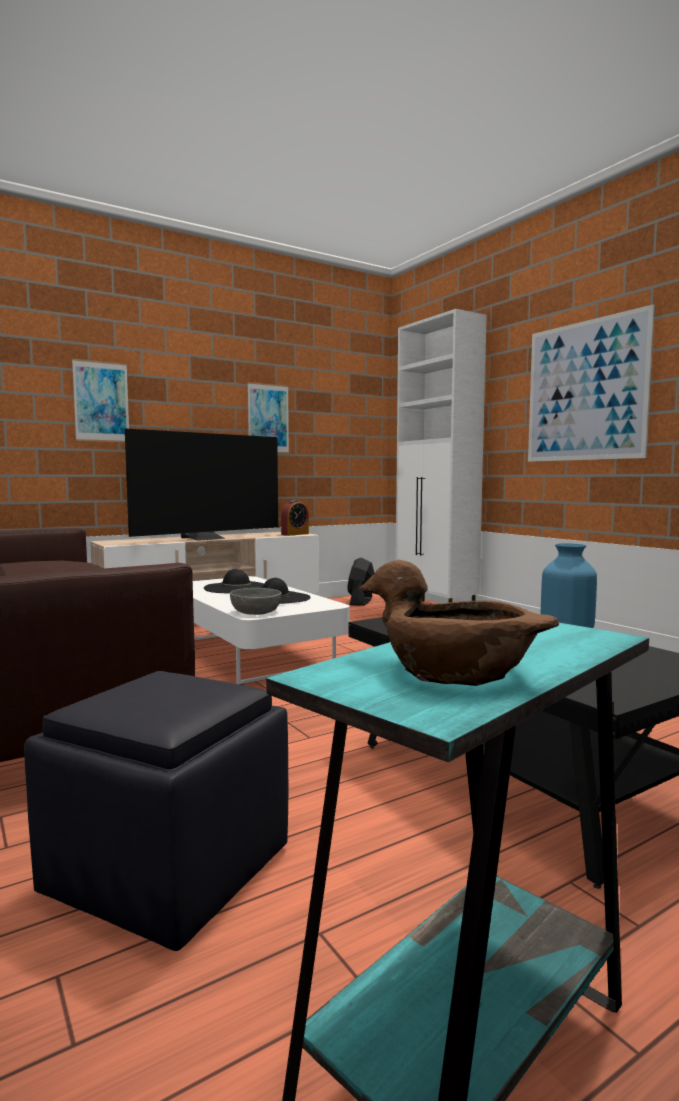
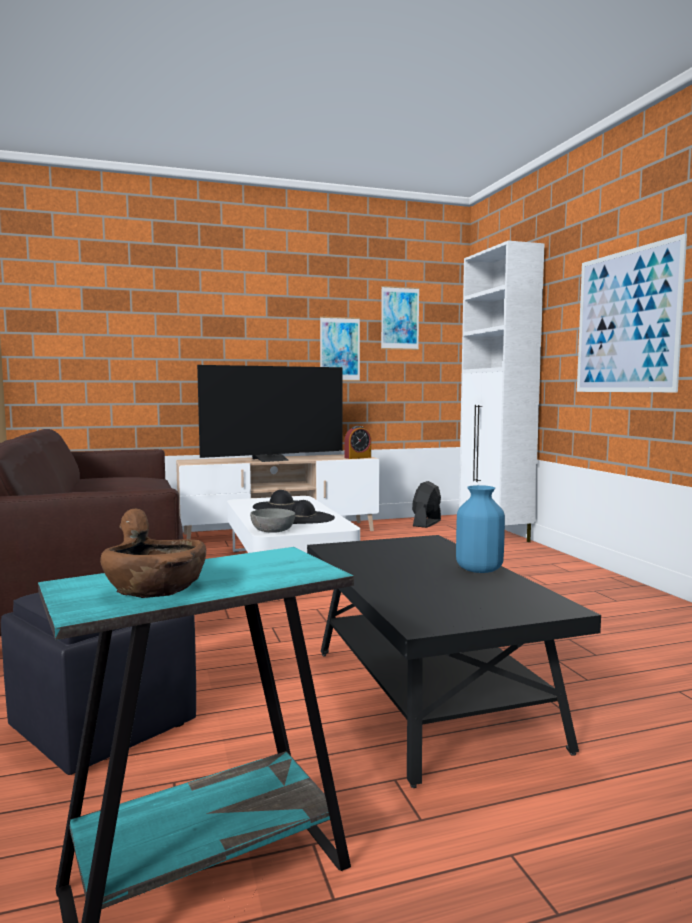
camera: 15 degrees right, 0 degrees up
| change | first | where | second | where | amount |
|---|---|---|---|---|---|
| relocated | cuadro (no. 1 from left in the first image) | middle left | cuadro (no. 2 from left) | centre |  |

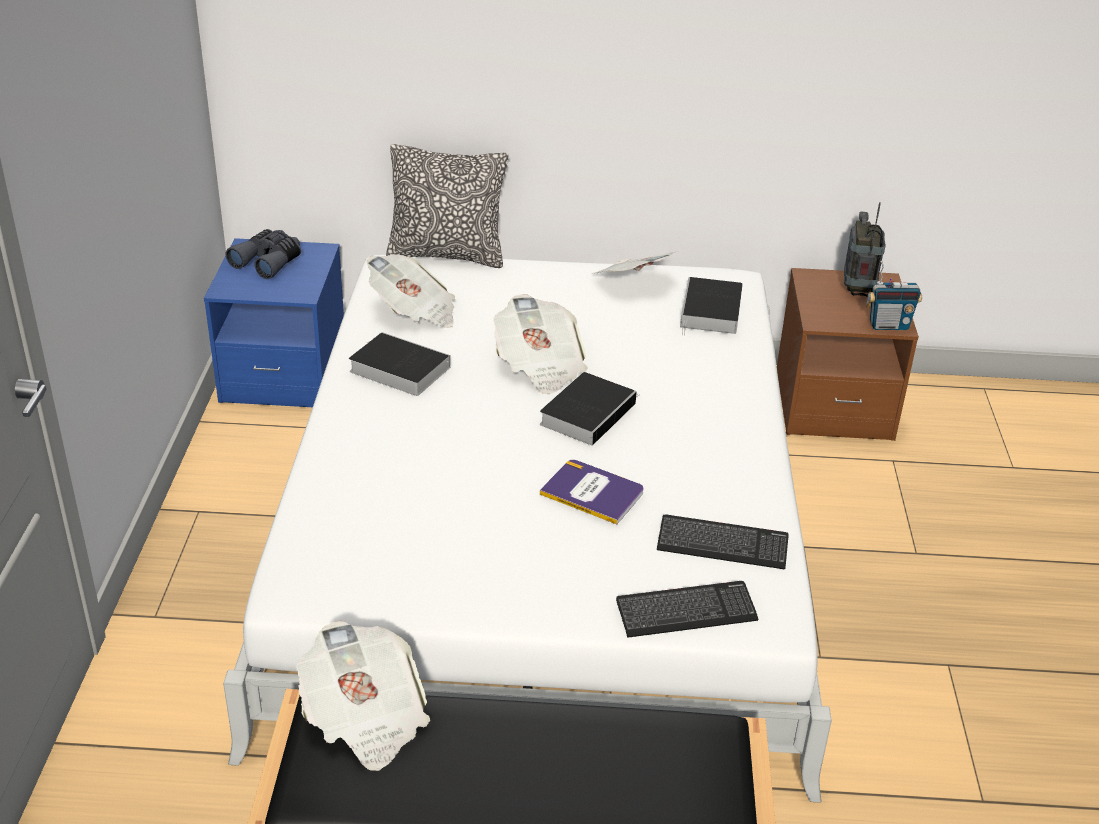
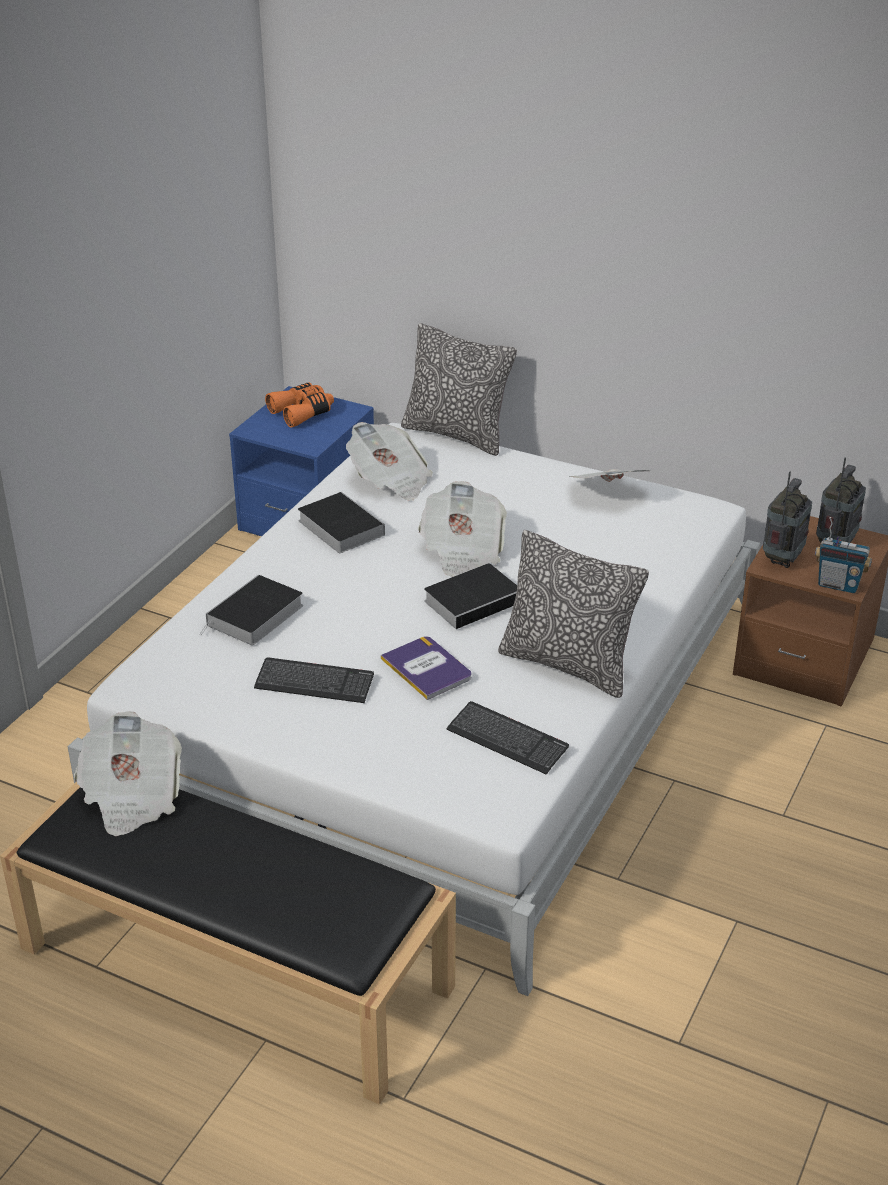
camera: 25 degrees right, 0 degrees up
| change | first | where | second | where | amount |
|---|---|---|---|---|---|
| colour | prismáticos (gris) | top left | prismáticos (naranja) | centre |  |
| relocated | teclado (no. 1 from left) | bottom centre |  | centre |  |
| relocated | libro (no. 4 from left in the first image) | centre | libro (no. 1 from left) | middle left |  |
| appeared |  |  | cojín (no. 2 from left) | centre |  |
| appeared |  |  | radio (no. 1 from left) | middle right |  |

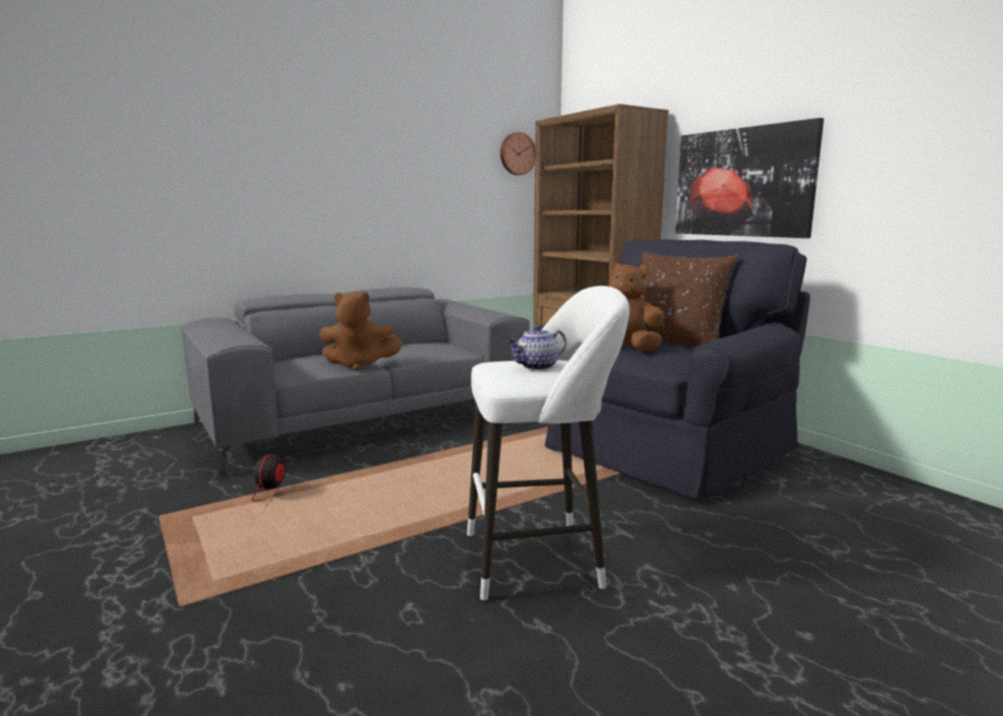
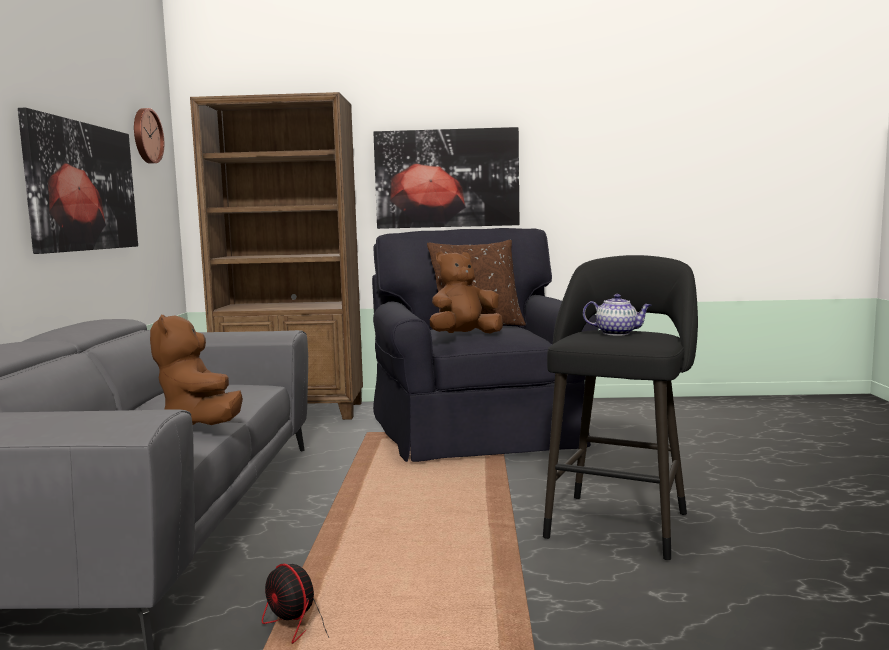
camera: 55 degrees left, 5 degrees down
| change | first | where | second | where | amount |
|---|---|---|---|---|---|
| spun | peluche (marrón) (no. 1 from left) | centre |  | middle left | 120 degrees clockwise |
| colour | taburete (blanco) | centre | taburete (negro) | middle right |  |
| spun | tetera | centre |  | middle right | 75 degrees counterclockwise |
| appeared |  |  | cuadro (no. 1 from left) | top left |  |

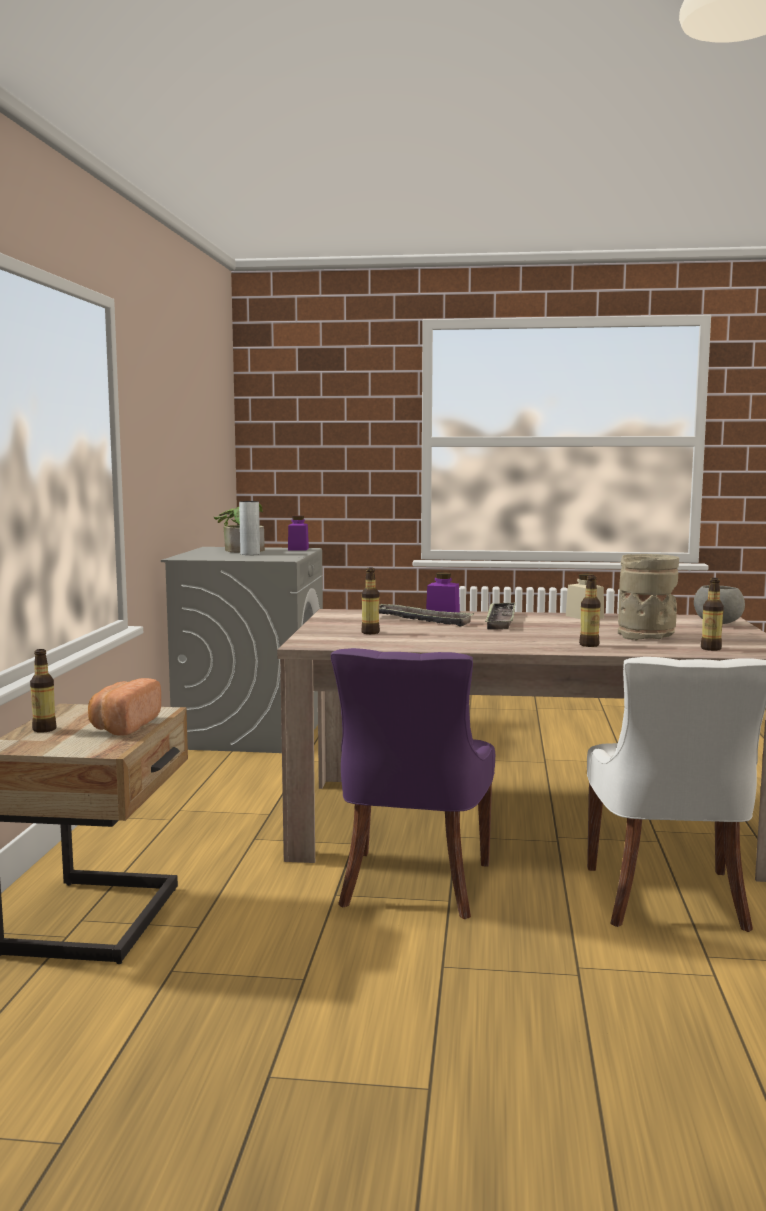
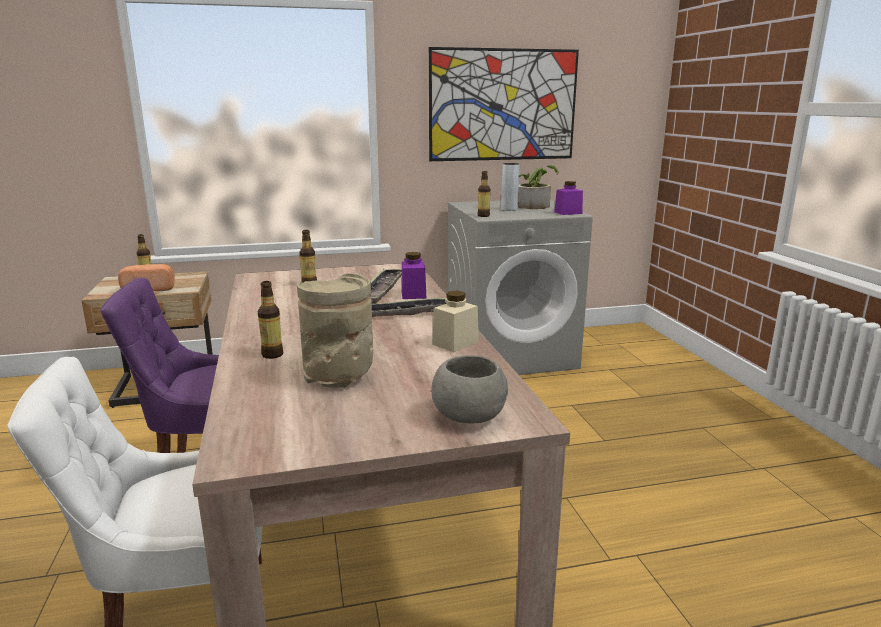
camera: 70 degrees right, 10 degrees up
| change | first | where | second | where | amount |
|---|---|---|---|---|---|
| relocated | botella (no. 4 from left) | middle right |  | top centre |  |
| appeared |  |  | cuadro | top centre |  |

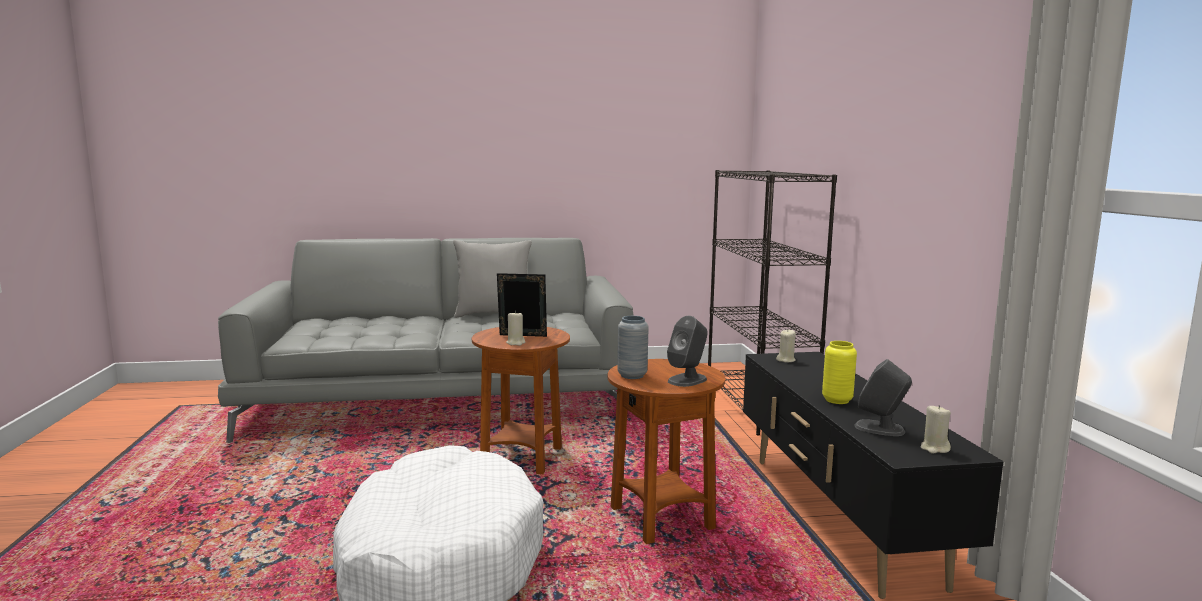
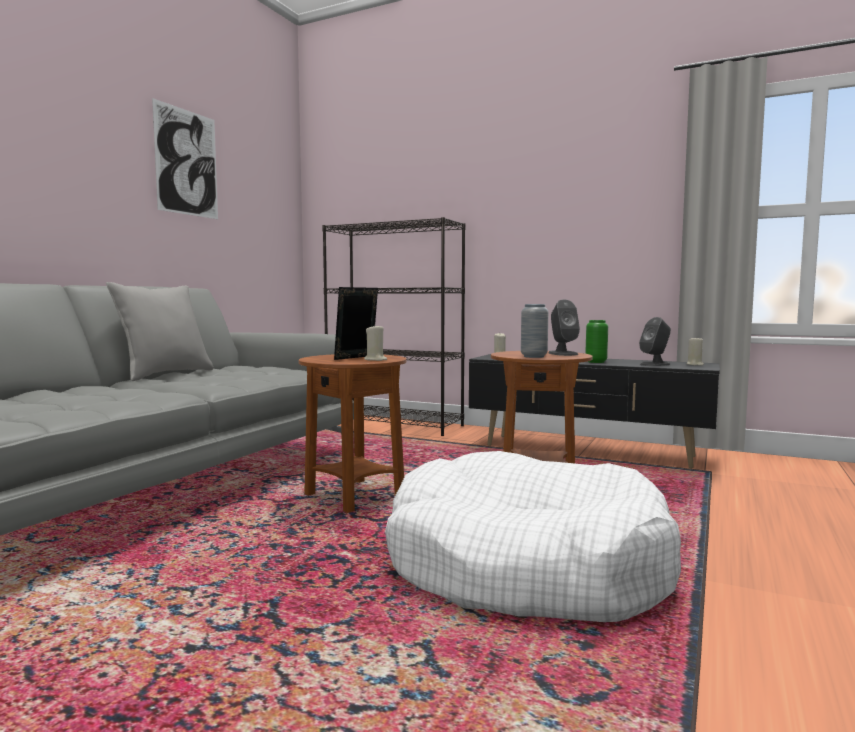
camera: 55 degrees left, 5 degrees down
| change | first | where | second | where | amount |
|---|---|---|---|---|---|
| colour | florero (amarillo) | middle right | florero (verde) | middle right |  |
| appeared |  |  | cuadro | top left |  |

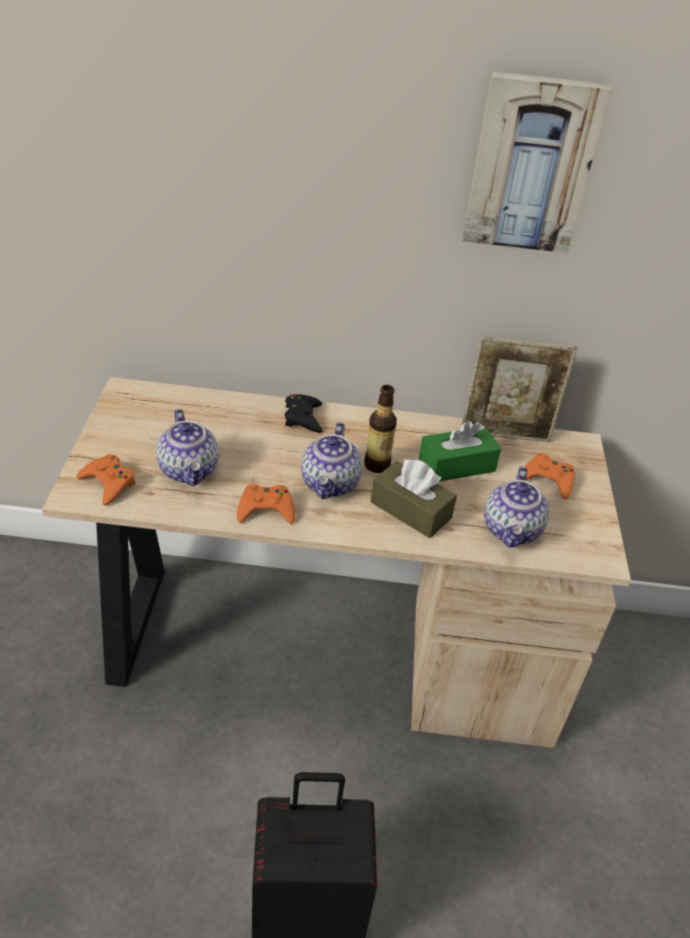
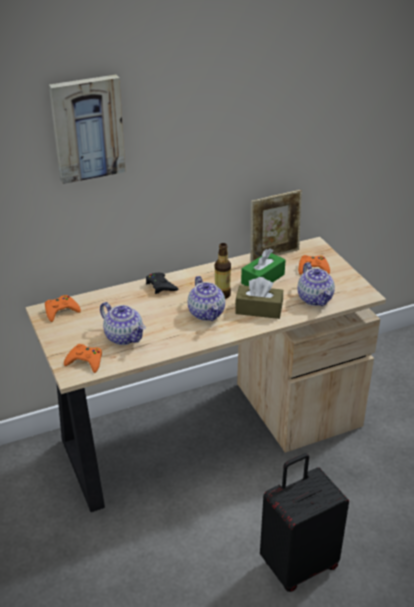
camera: 25 degrees left, 5 degrees down
| change | first | where | second | where | amount |
|---|---|---|---|---|---|
| relocated | mando de consola (naranja) (no. 2 from left in the first image) | centre | mando de consola (naranja) (no. 1 from left) | middle left |  |
| relocated | cuadro | top right |  | top left |  |

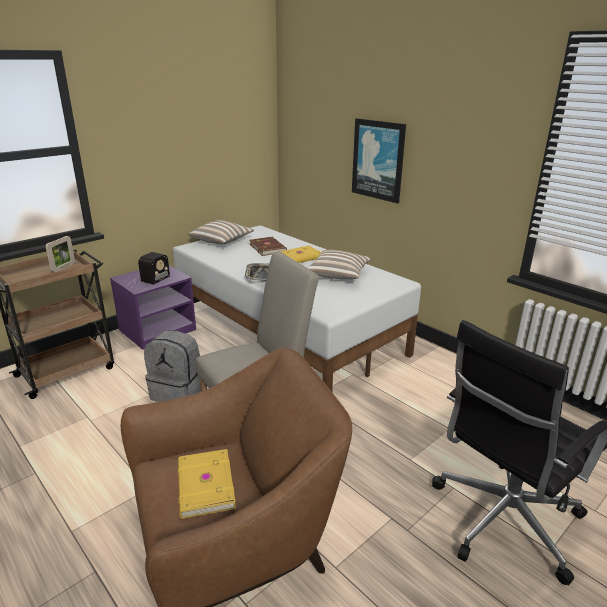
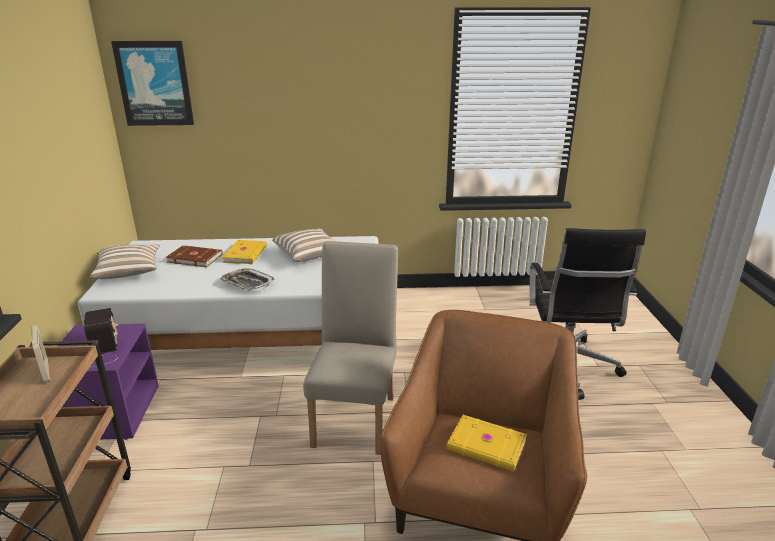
camera: 50 degrees left, 0 degrees up
| change | first | where | second | where | amount |
|---|---|---|---|---|---|
| missing | mochila (gris) | middle left |  |  |  |
| relocated | cuadro | top centre |  | top left |  |

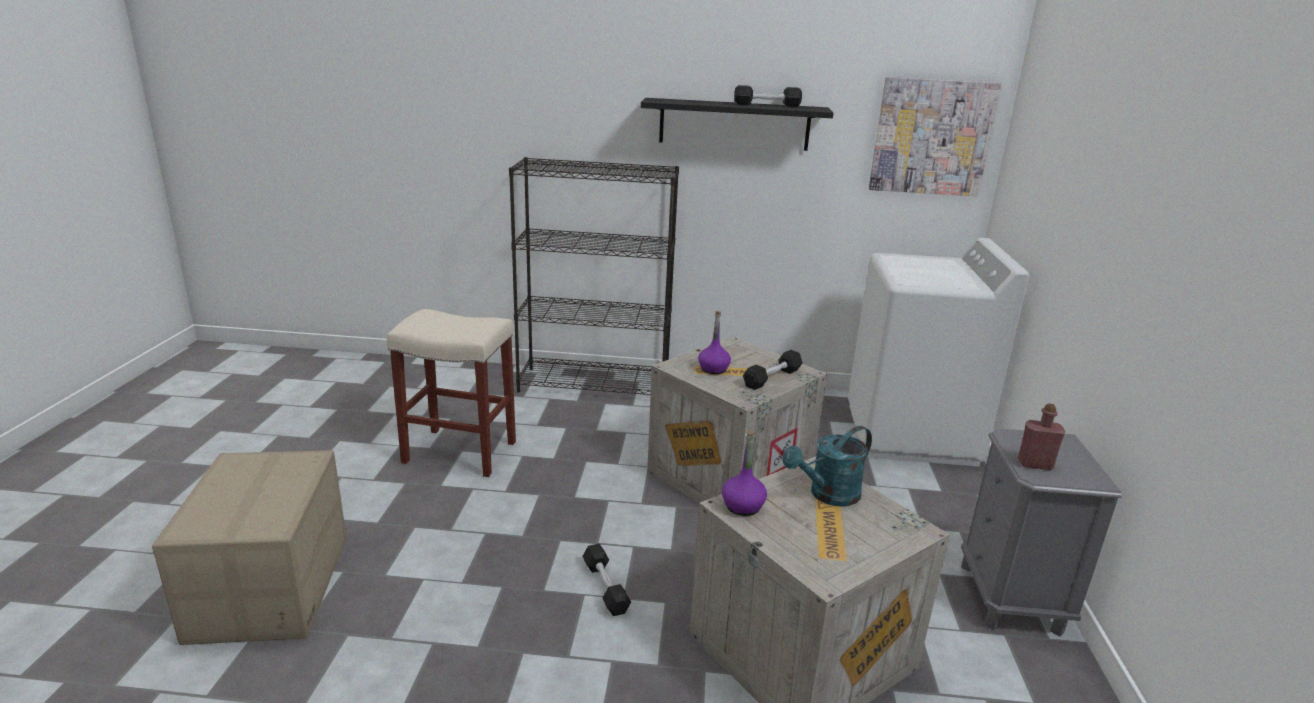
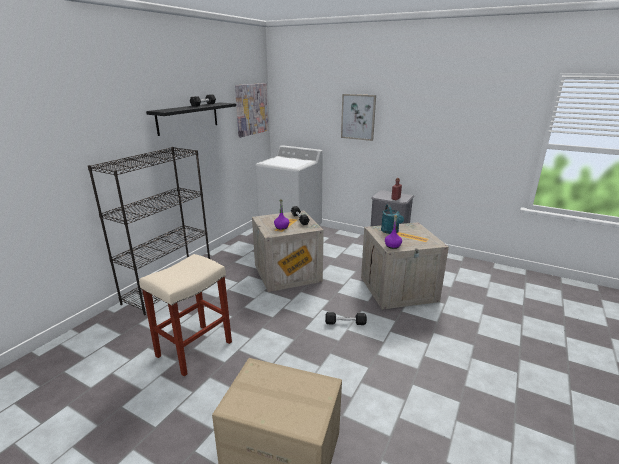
camera: 65 degrees left, 0 degrees up
| change | first | where | second | where | amount |
|---|---|---|---|---|---|
| appeared |  |  | cuadro (no. 2 from left) | top centre |  |

